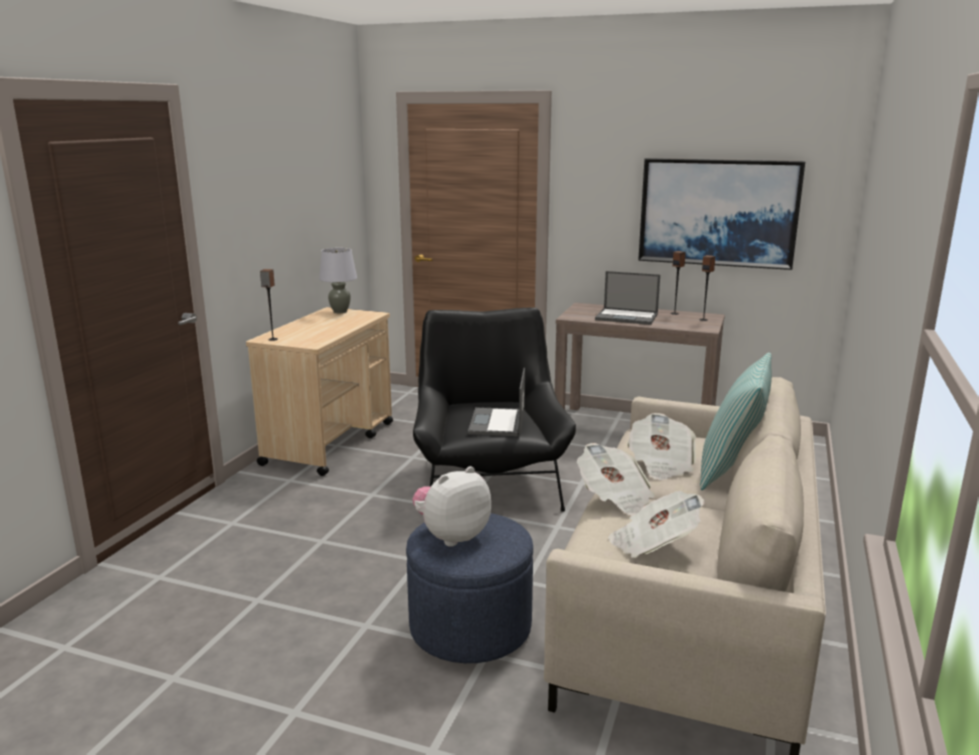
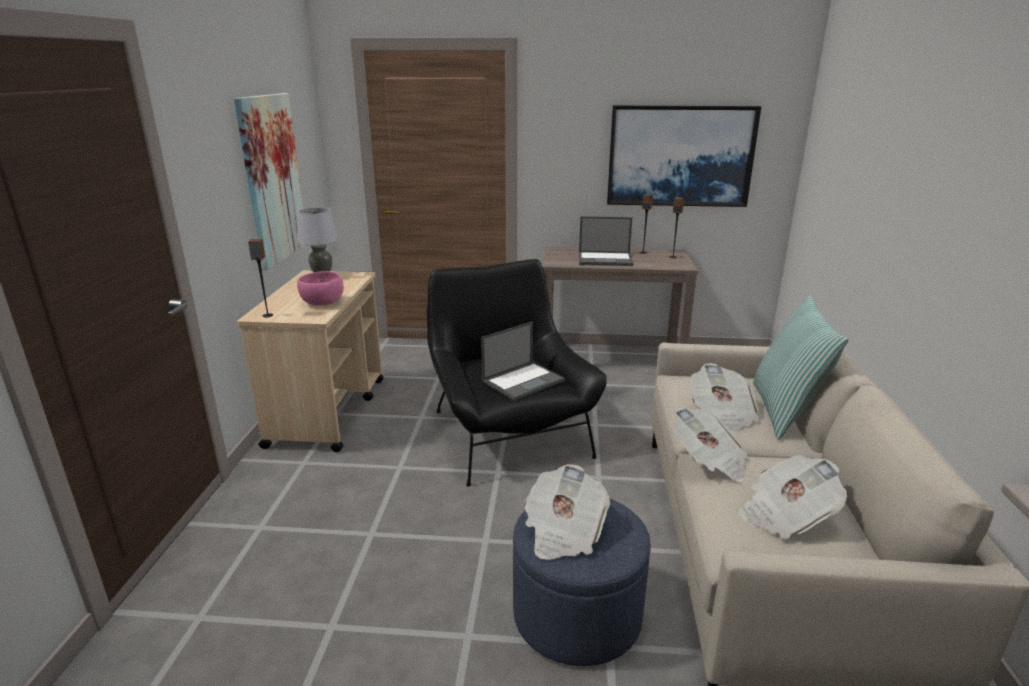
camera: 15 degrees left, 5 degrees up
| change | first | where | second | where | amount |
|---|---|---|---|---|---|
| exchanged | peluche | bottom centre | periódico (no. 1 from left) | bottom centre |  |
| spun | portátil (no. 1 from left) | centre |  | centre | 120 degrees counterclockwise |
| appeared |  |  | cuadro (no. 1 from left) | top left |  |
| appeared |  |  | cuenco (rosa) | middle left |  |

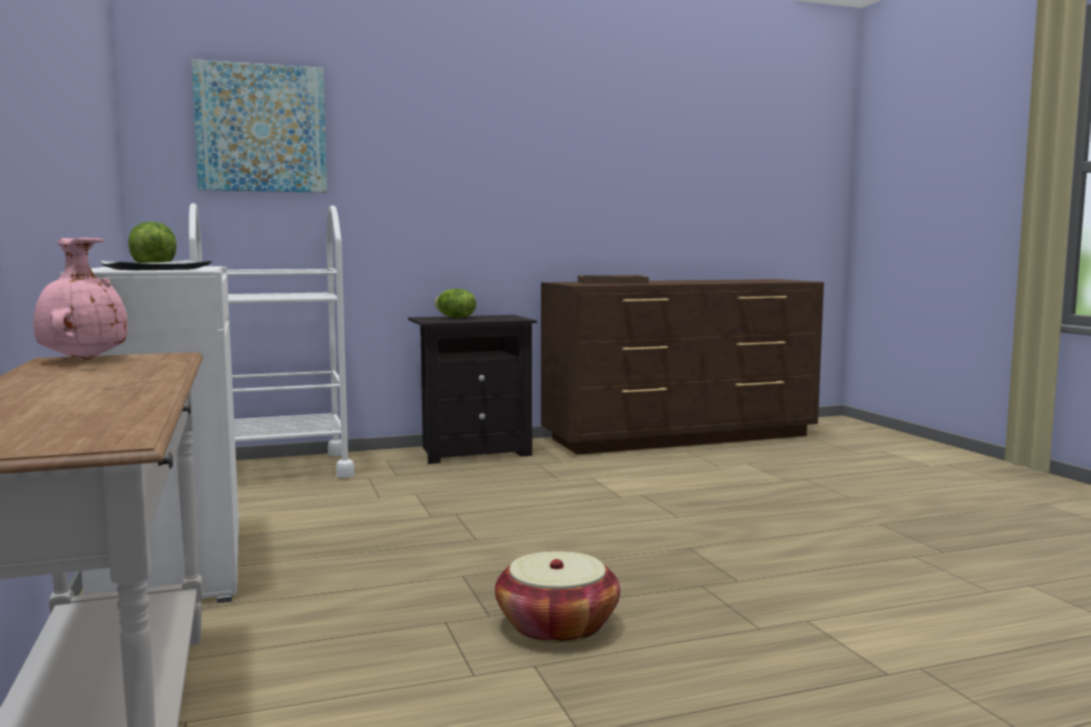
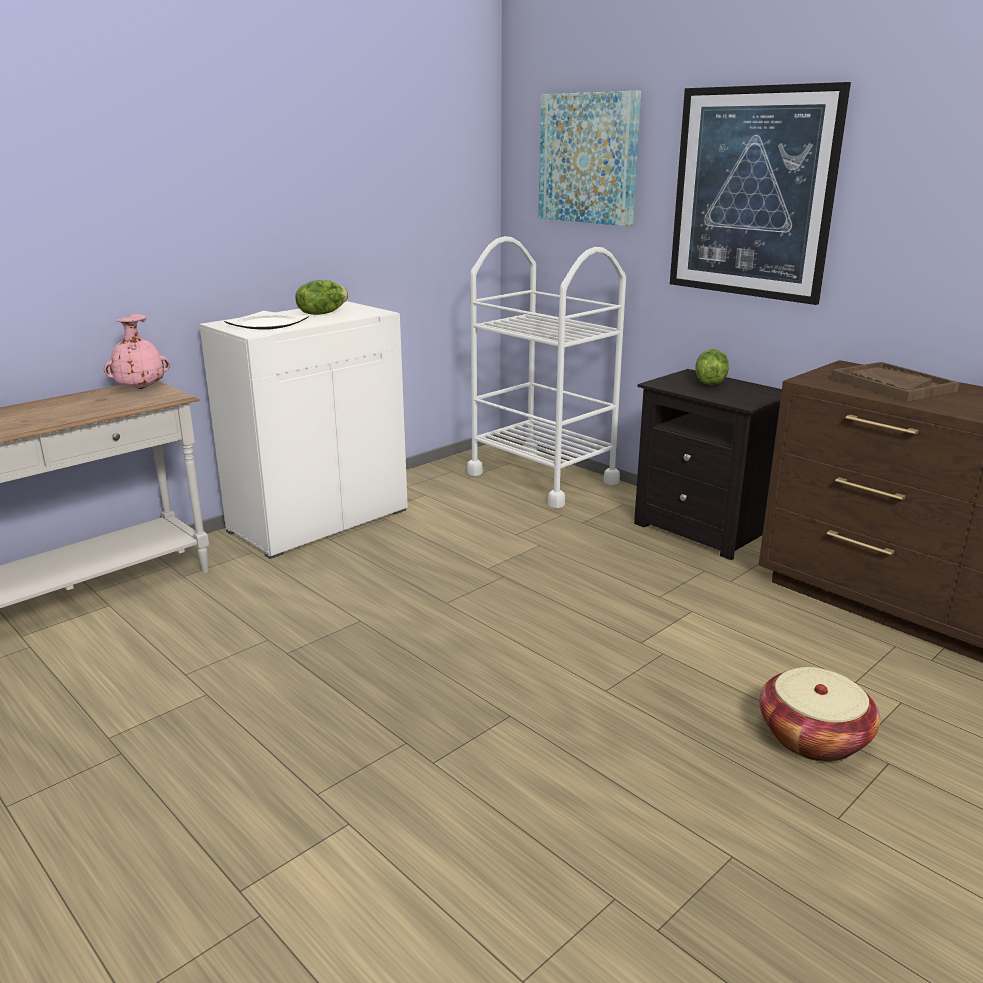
camera: 65 degrees right, 15 degrees up
| change | first | where | second | where | amount |
|---|---|---|---|---|---|
| relocated | cesta | bottom centre |  | bottom right |  |
| appeared |  |  | cuadro (no. 2 from left) | top right |  |

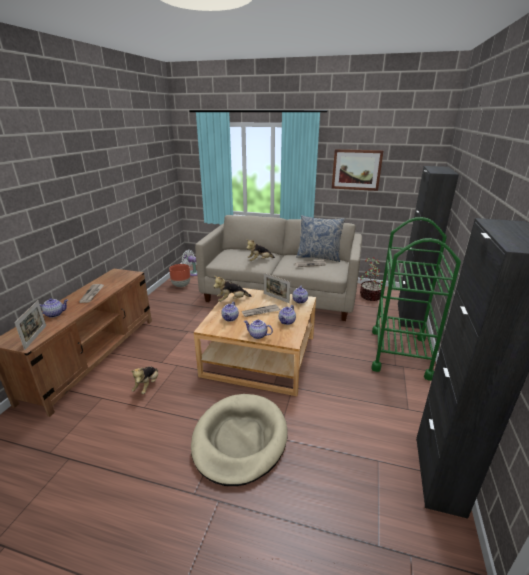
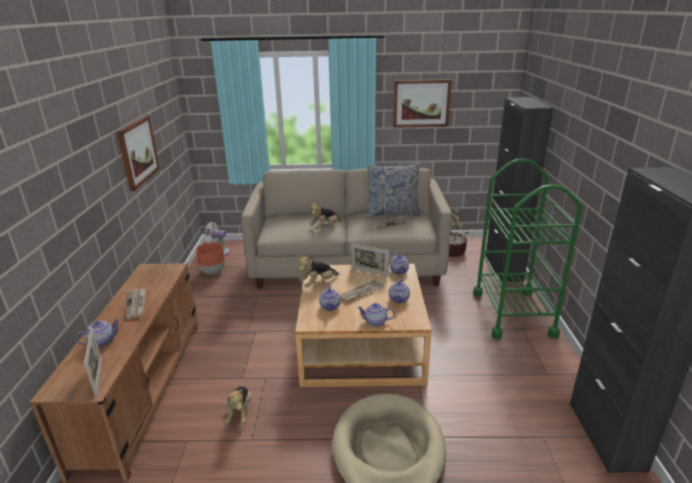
camera: 15 degrees left, 0 degrees up
| change | first | where | second | where | amount |
|---|---|---|---|---|---|
| appeared |  |  | cuadro (no. 1 from left) | top left |  |

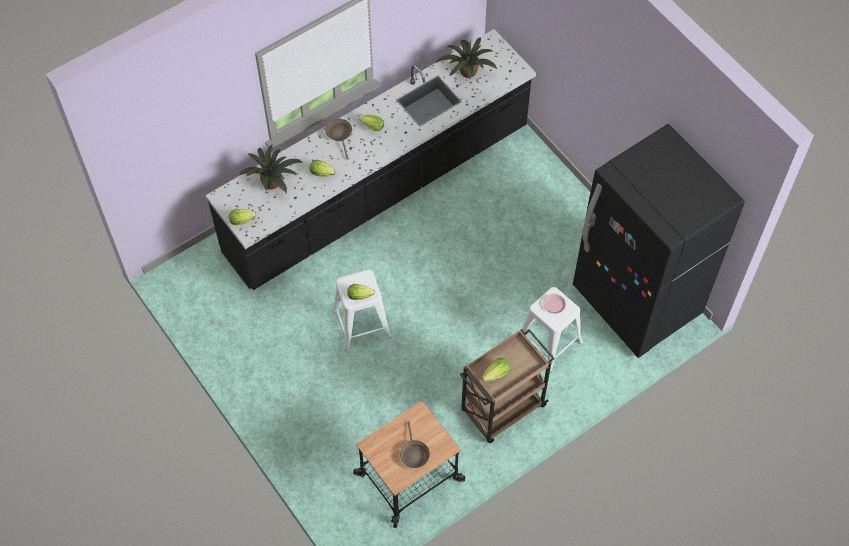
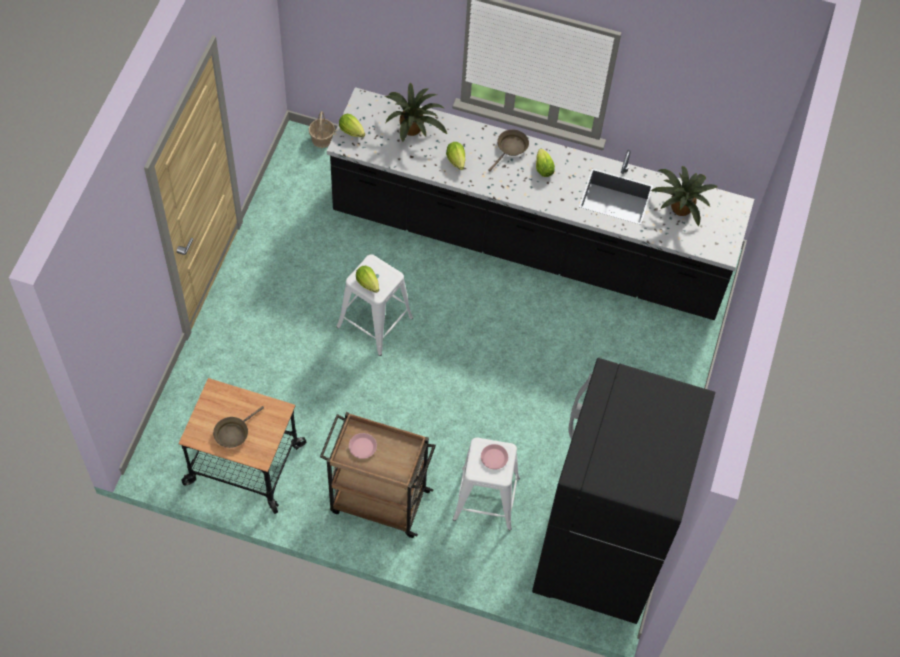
camera: 50 degrees right, 0 degrees up
| change | first | where | second | where | amount |
|---|---|---|---|---|---|
| exchanged | lechuga (no. 5 from left) | bottom centre | plato (rosa) (no. 1 from left) | bottom centre |  |
| appeared |  |  | cesta | top centre |  |

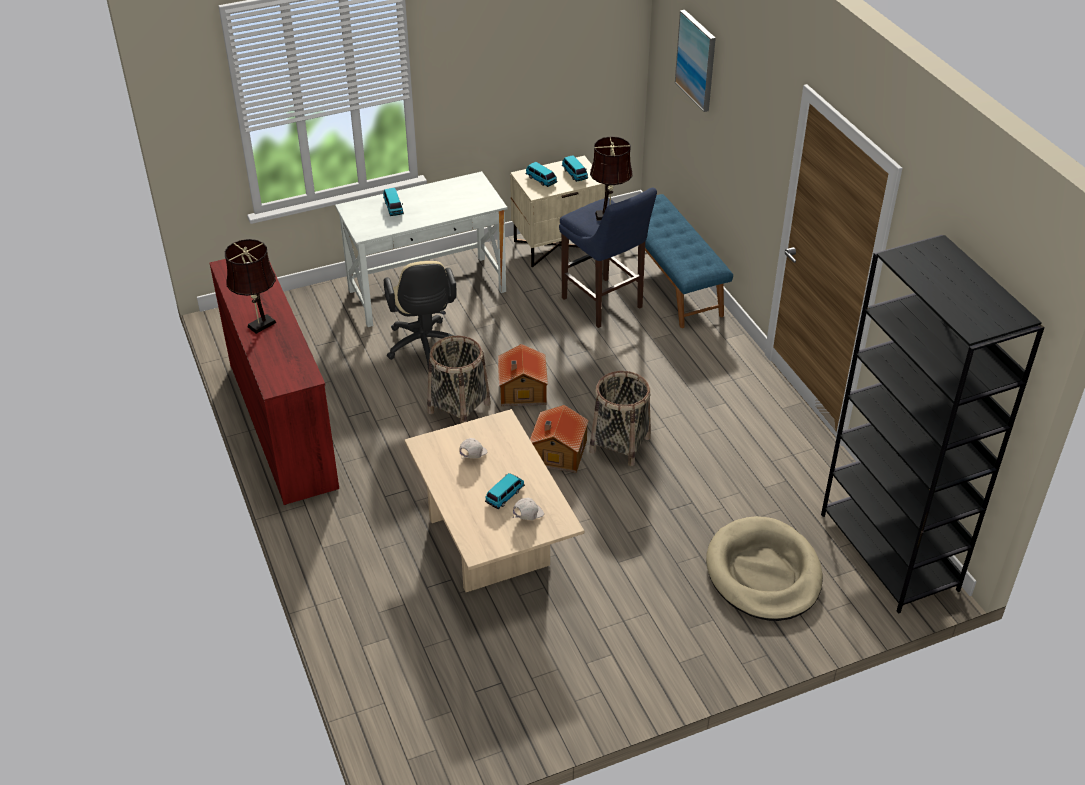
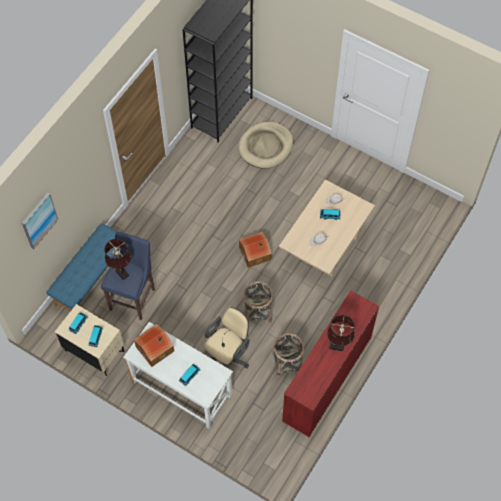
camera: 125 degrees left, 20 degrees up
| change | first | where | second | where | amount |
|---|---|---|---|---|---|
| relocated | casita (no. 1 from left) | centre |  | bottom left |  |
| relocated | cesta (no. 2 from left) | centre |  | bottom centre |  |

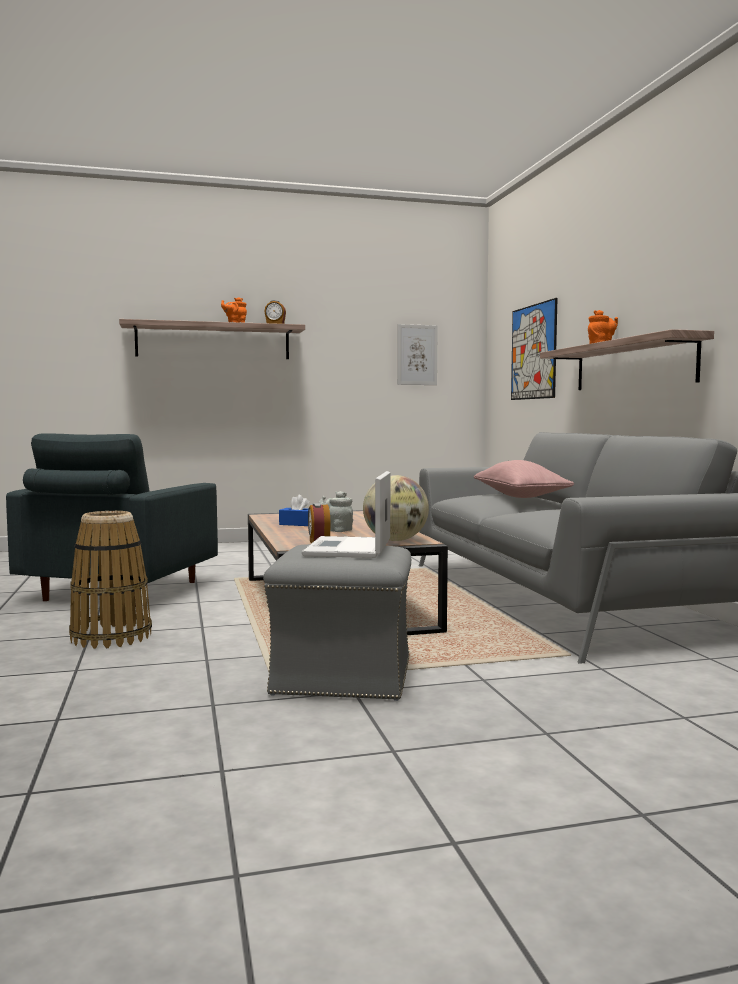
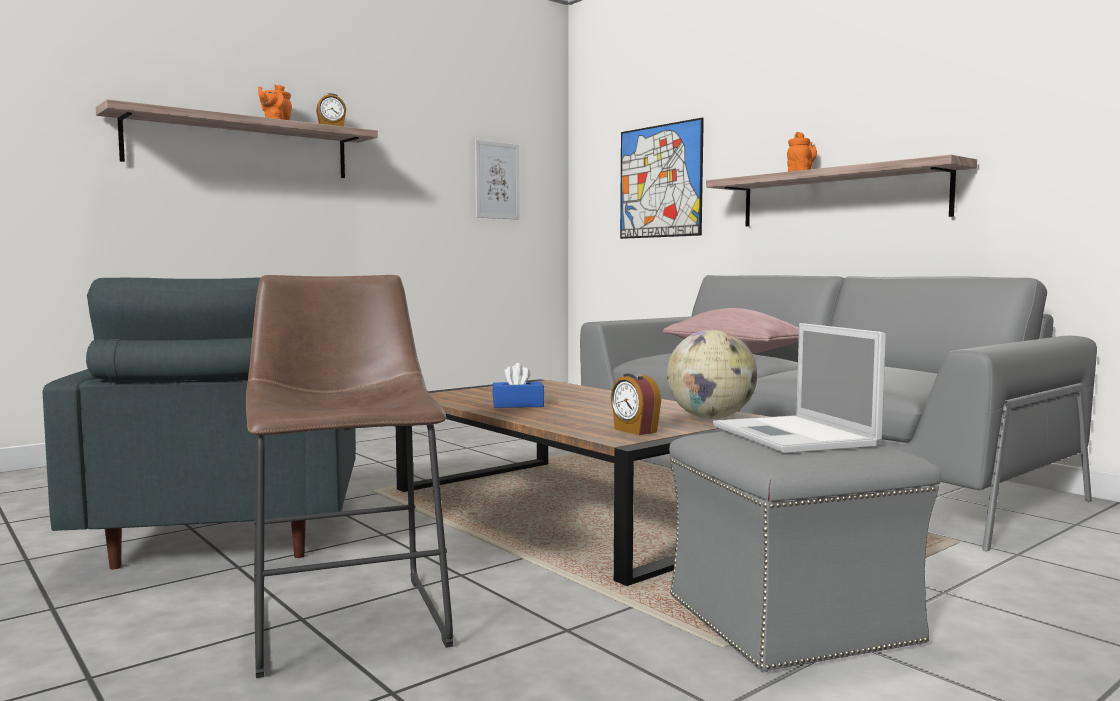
camera: 25 degrees left, 0 degrees up
| change | first | where | second | where | amount |
|---|---|---|---|---|---|
| exchanged | cesta | middle left | taburete (marrón) | bottom left |  |
| missing | tetera (gris) | centre |  |  |  |

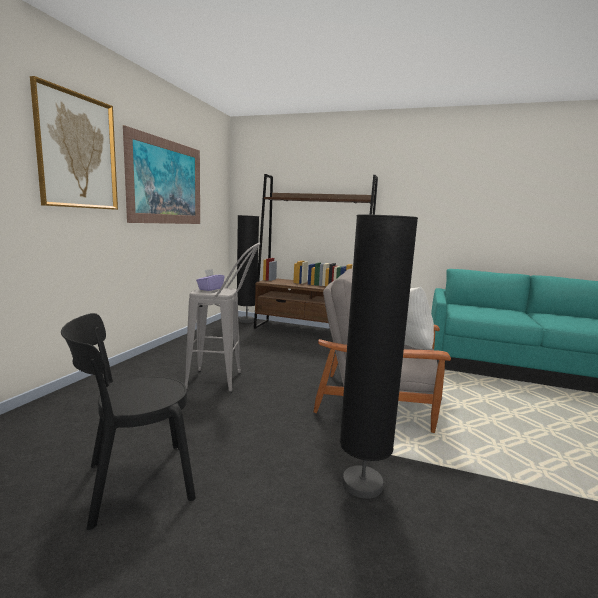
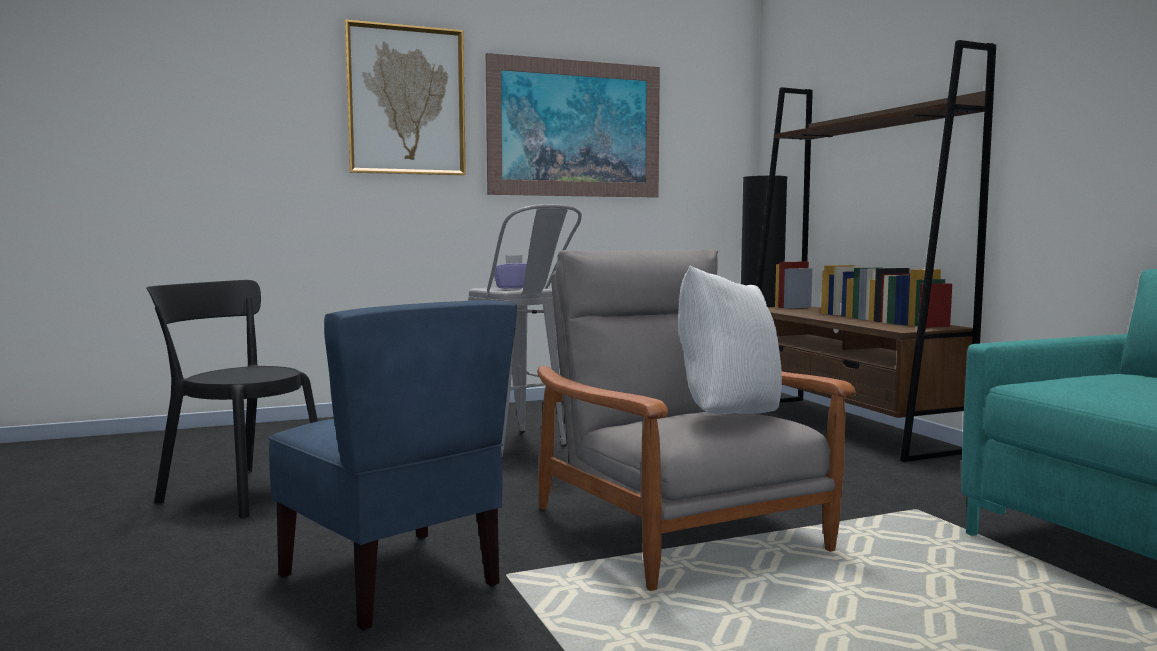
camera: 50 degrees right, 5 degrees down
| change | first | where | second | where | amount |
|---|---|---|---|---|---|
| exchanged | lámpara de pie (negro) (no. 2 from left) | centre | silla (azul) | bottom centre |  |

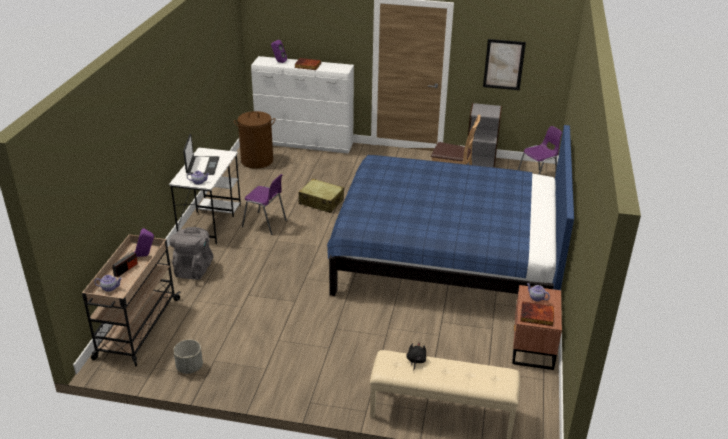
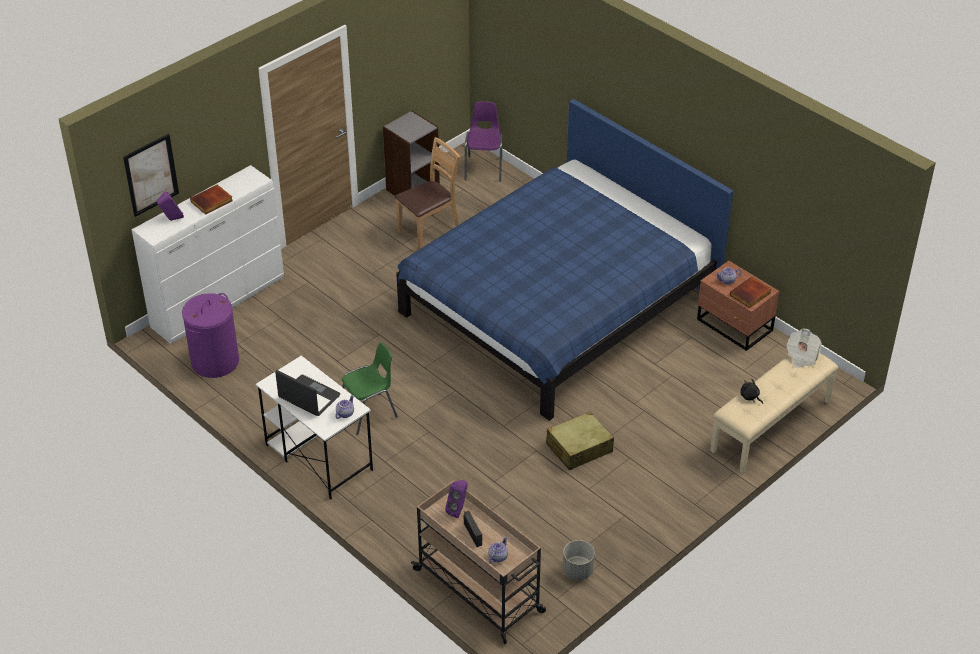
camera: 55 degrees left, 10 degrees up
| change | first | where | second | where | amount |
|---|---|---|---|---|---|
| missing | mochila (gris) | middle left |  |  |  |
| colour | cesto de la ropa (marrón) | top centre | cesto de la ropa (morado) | middle left |  |
| colour | silla (morado) (no. 1 from left) | centre | silla (verde) | centre |  |
| relocated | maleta (beis) | centre |  | bottom centre |  |
| relocated | cuadro | top right |  | top left |  |
| appeared |  |  | periódico | middle right |  |

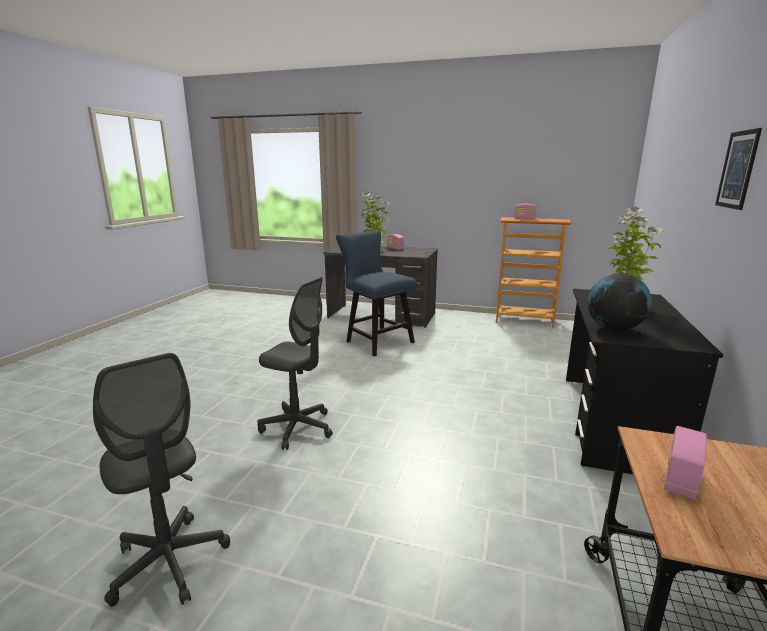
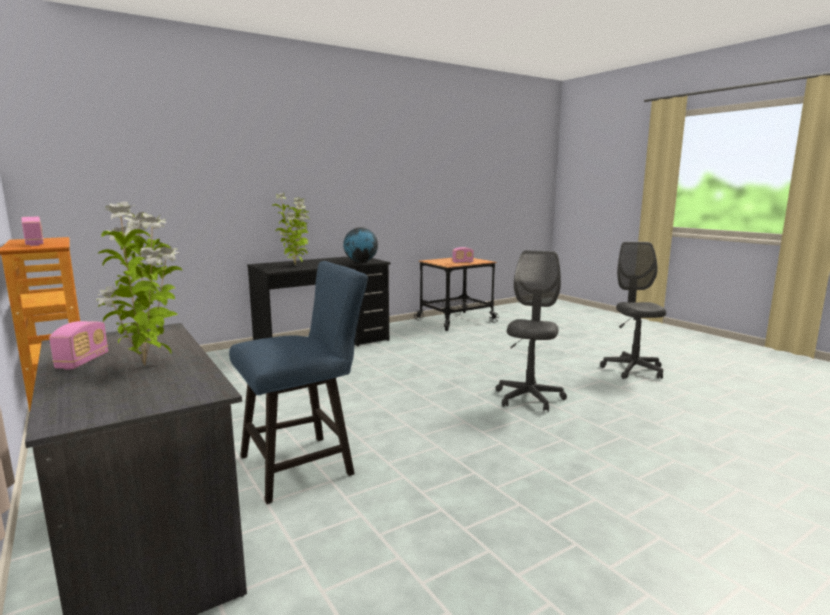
camera: 140 degrees left, 5 degrees down
| change | first | where | second | where | amount |
|---|---|---|---|---|---|
| spun | silla de oficina (gris) (no. 2 from left in the first image) | centre | silla de oficina (gris) (no. 1 from left) | centre | 45 degrees clockwise |
| spun | silla (azul) | centre |  | centre | 120 degrees counterclockwise |
| missing | cuadro | top right |  |  |  |

